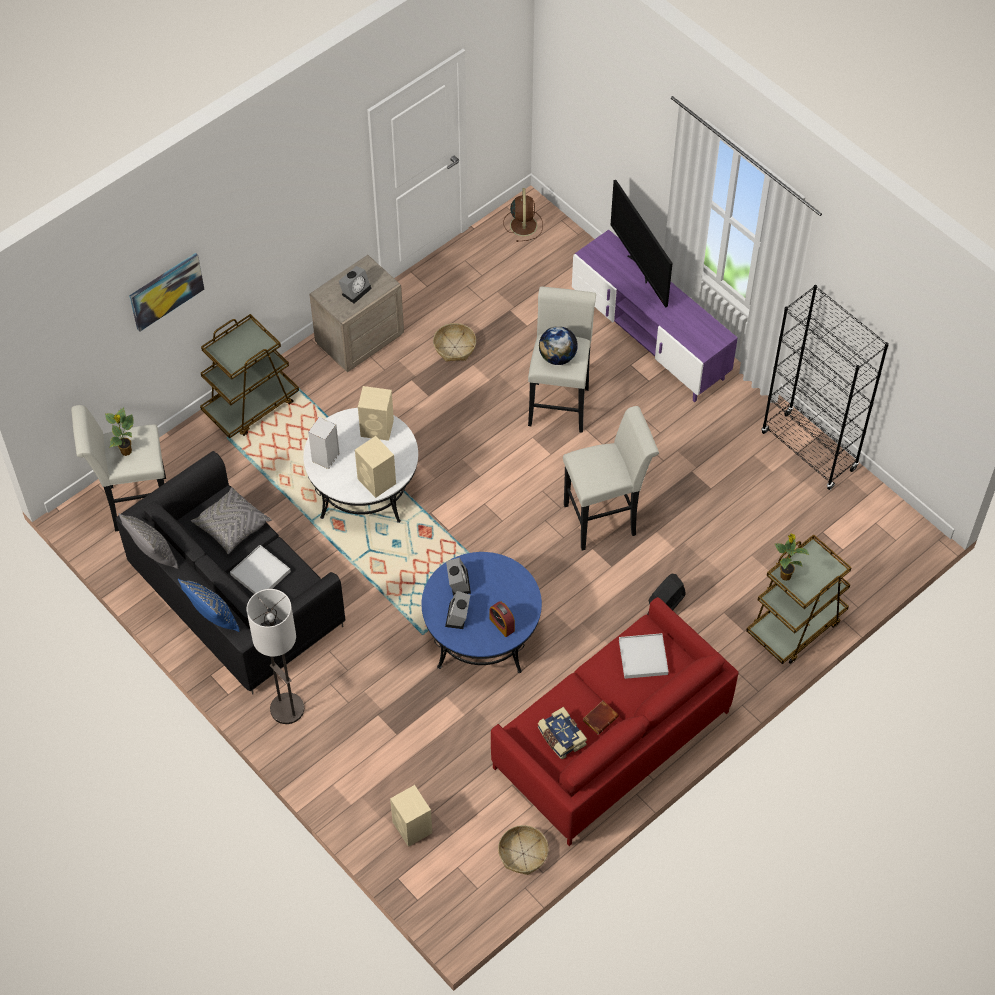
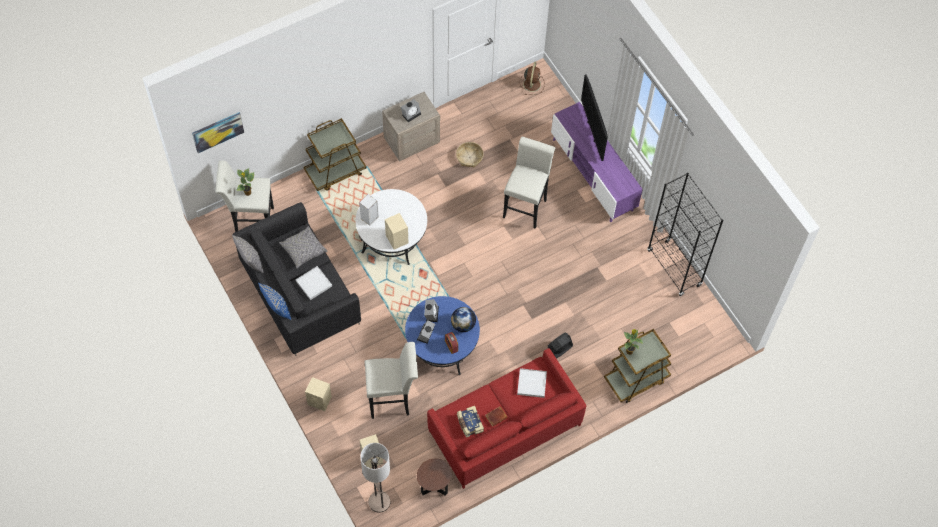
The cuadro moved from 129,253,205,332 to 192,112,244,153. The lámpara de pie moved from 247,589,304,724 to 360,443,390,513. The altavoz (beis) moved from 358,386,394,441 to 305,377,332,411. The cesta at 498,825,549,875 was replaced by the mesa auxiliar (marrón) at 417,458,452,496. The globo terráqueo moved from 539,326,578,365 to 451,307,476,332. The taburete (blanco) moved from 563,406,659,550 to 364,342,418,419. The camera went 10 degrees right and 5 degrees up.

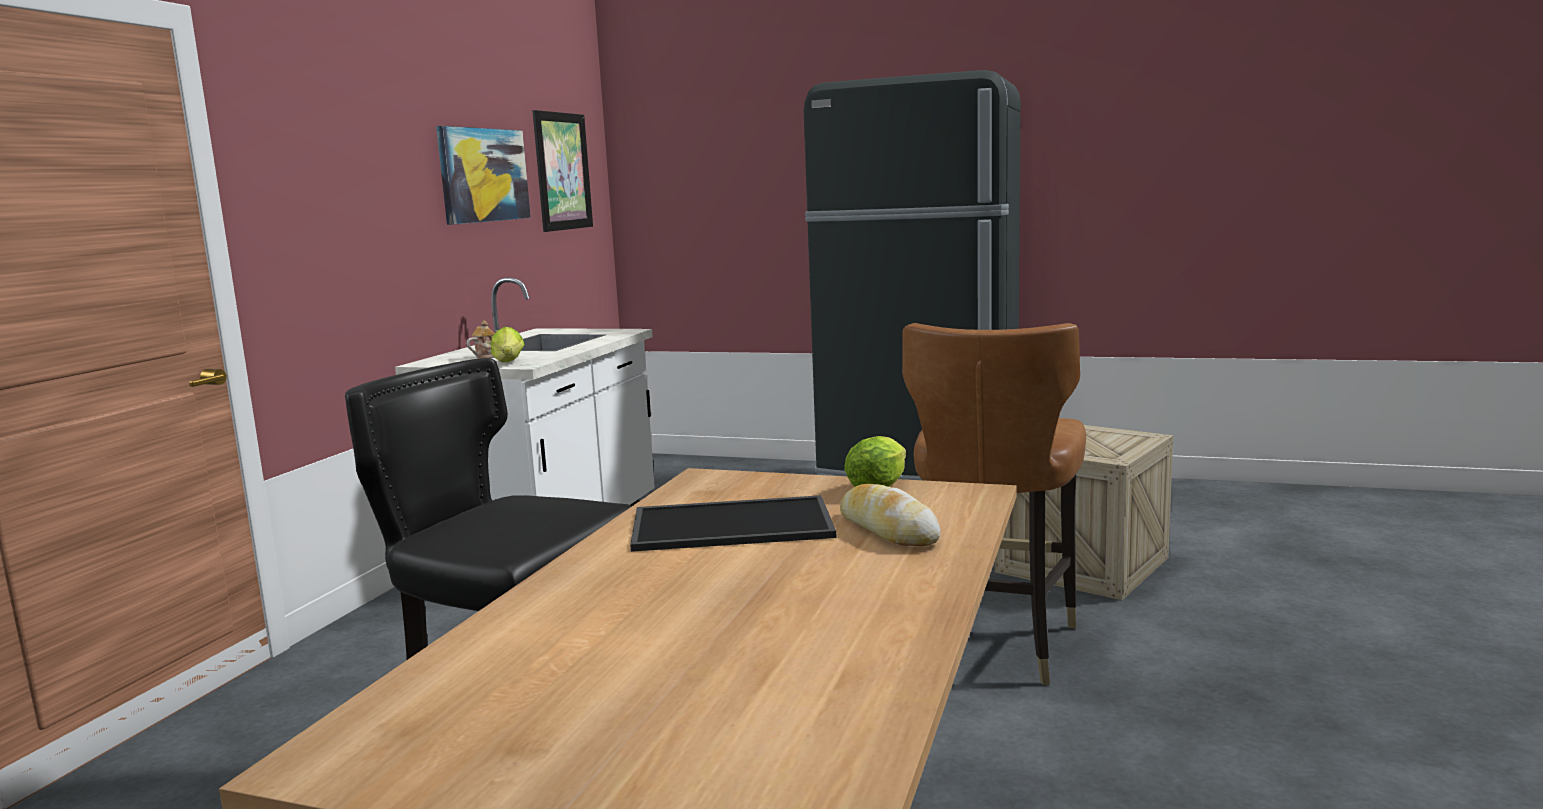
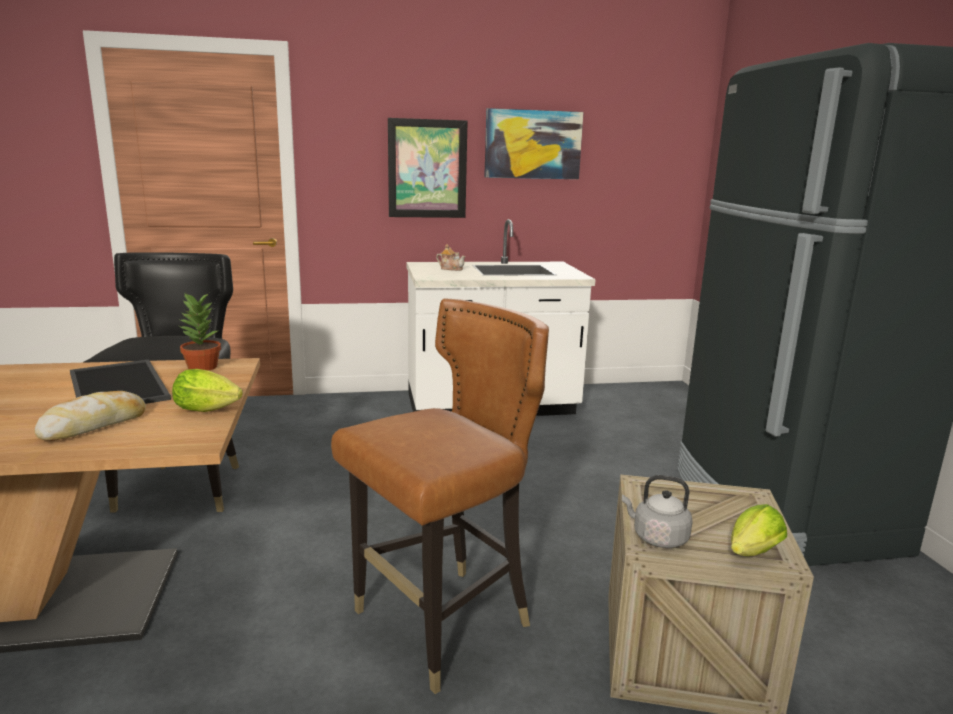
The lechuga moved from 491,327,525,363 to 731,504,787,556. The cuadro moved from 533,110,593,232 to 388,118,468,218. The silla (marrón) at 902,323,1086,685 turned 150 degrees clockwise. The planta en maceta at 178,293,221,371 appeared. The hervidor (gris) at 622,475,693,548 appeared. The camera went 60 degrees right and 5 degrees up.

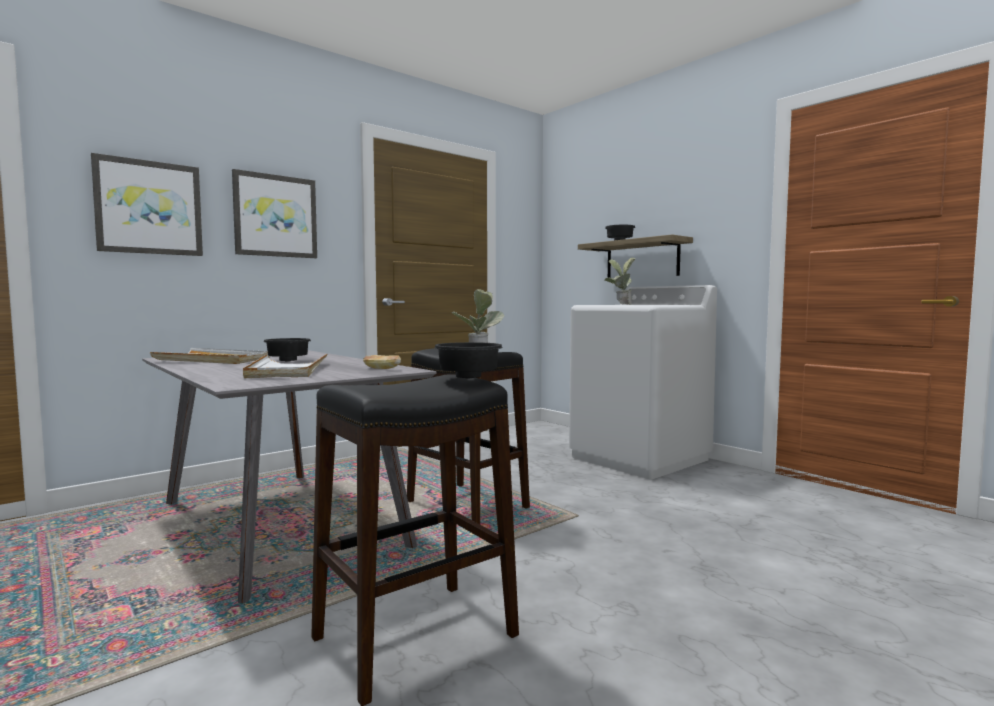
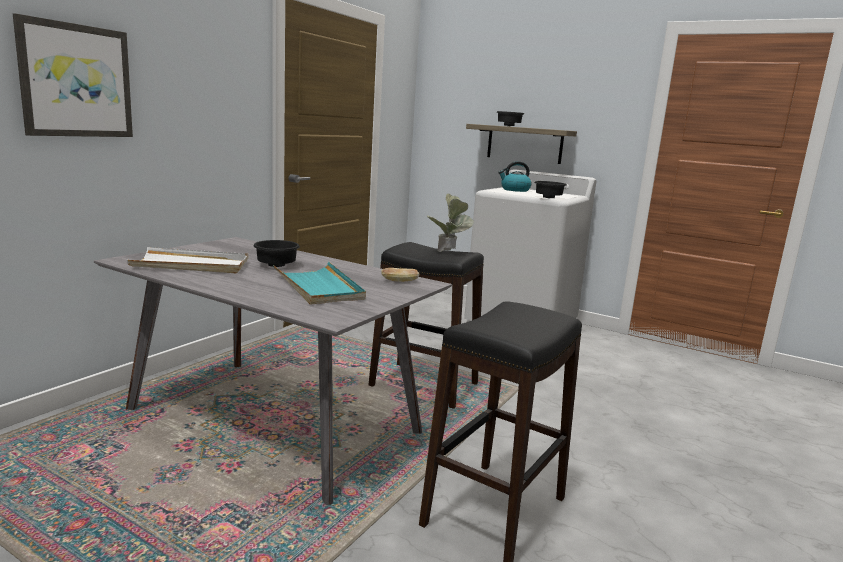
The cuadro at 232,169,317,258 disappeared. The bandeja (blanco) at 243,354,327,378 became the bandeja (turquesa) at 273,262,366,305. The cuenco (negro) moved from 434,342,503,378 to 534,181,567,198. The planta en maceta at 604,258,635,305 was replaced by the hervidor at 498,161,532,192. The camera went 20 degrees left and 10 degrees up.

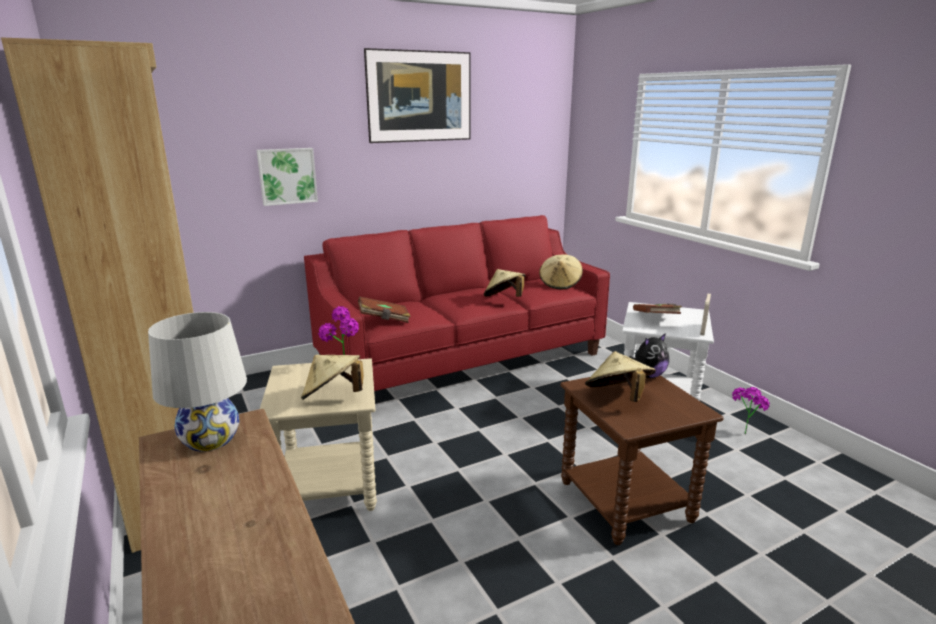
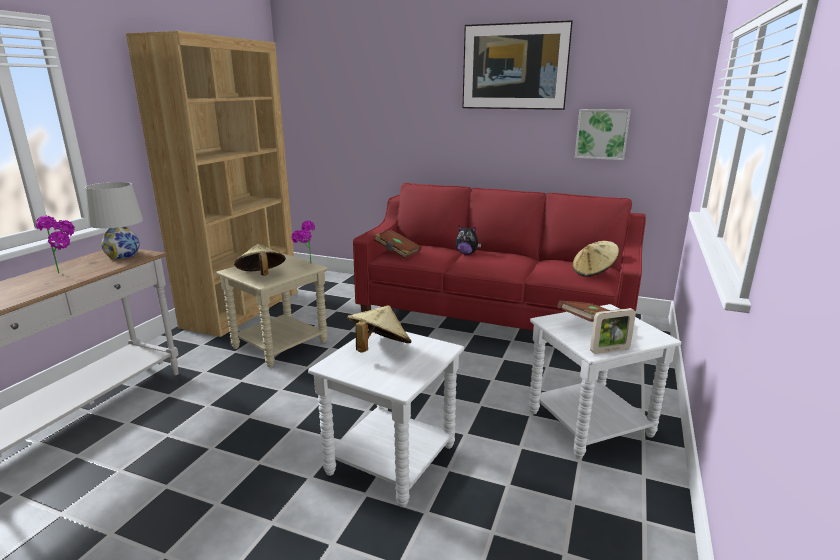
The cuadro moved from 257,148,318,206 to 575,109,631,160. The sombrero (beis) at 484,269,526,297 disappeared. The mesa auxiliar (marrón) at 560,375,723,545 became the mesa auxiliar (blanco) at 308,331,464,507. The peluche moved from 629,333,669,378 to 455,226,482,255. The planta en maceta moved from 732,387,770,435 to 36,216,75,273. The camera went 50 degrees right and 0 degrees up.

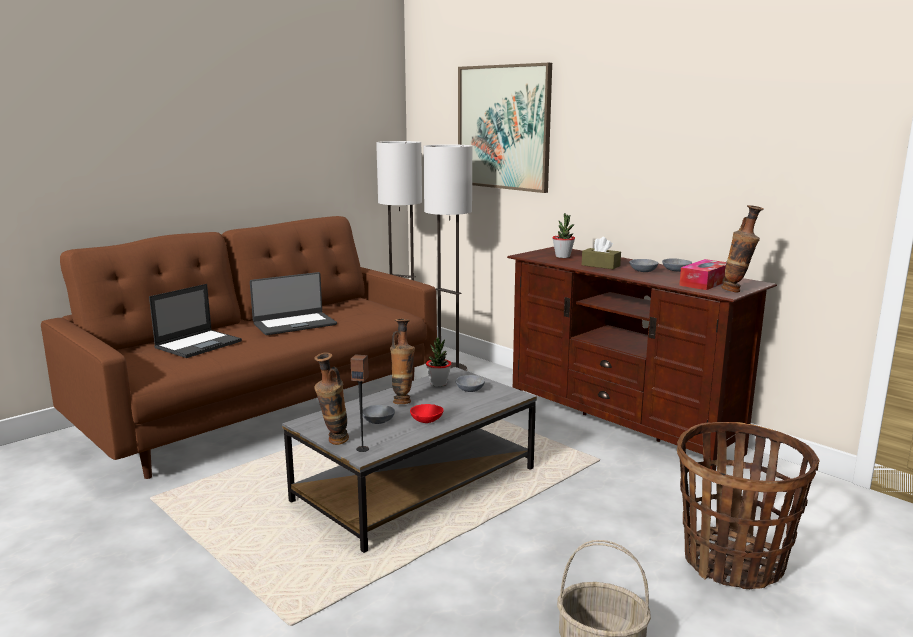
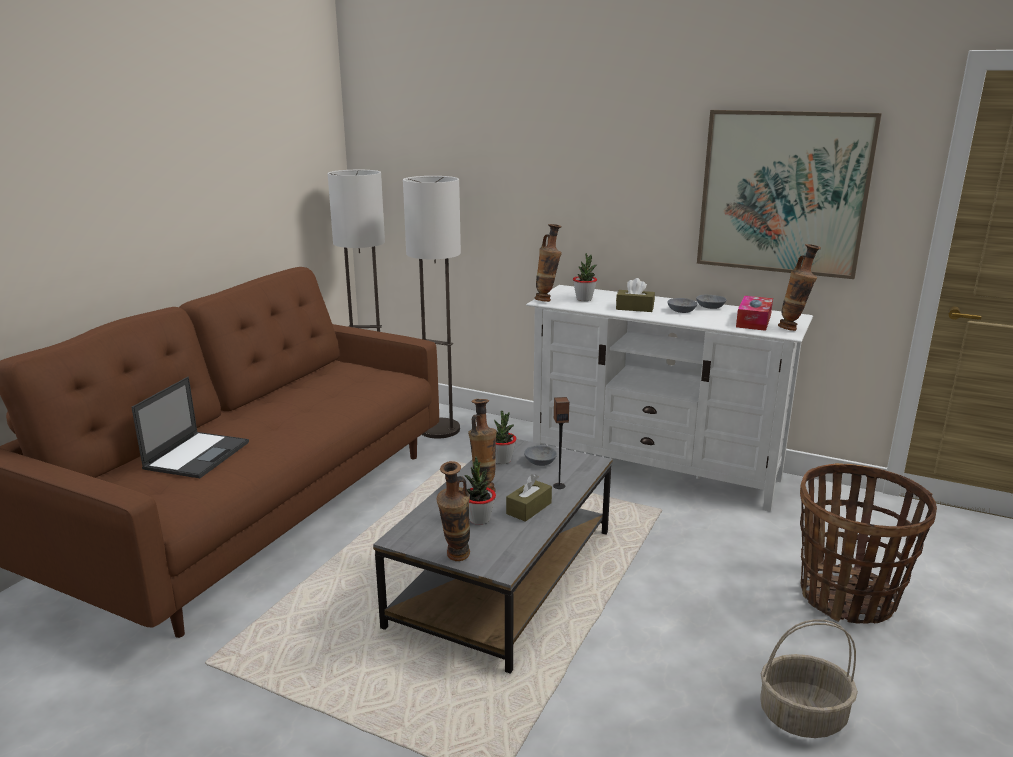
The portátil at 250,272,337,335 disappeared. The altavoz moved from 350,354,369,452 to 553,397,569,489. The cuenco (gris) at 362,405,395,424 was replaced by the planta en maceta at 464,457,496,525. The cuenco (rojo) at 410,404,444,423 was replaced by the caja de pañuelos (marrón) at 506,474,552,522. The cuadro moved from 458,63,552,193 to 697,110,882,279. The mueble de televisión (marrón) at 507,247,777,471 became the mueble de televisión (blanco) at 526,285,813,511. The florero at 535,224,562,302 appeared. The camera went 20 degrees left and 5 degrees up.

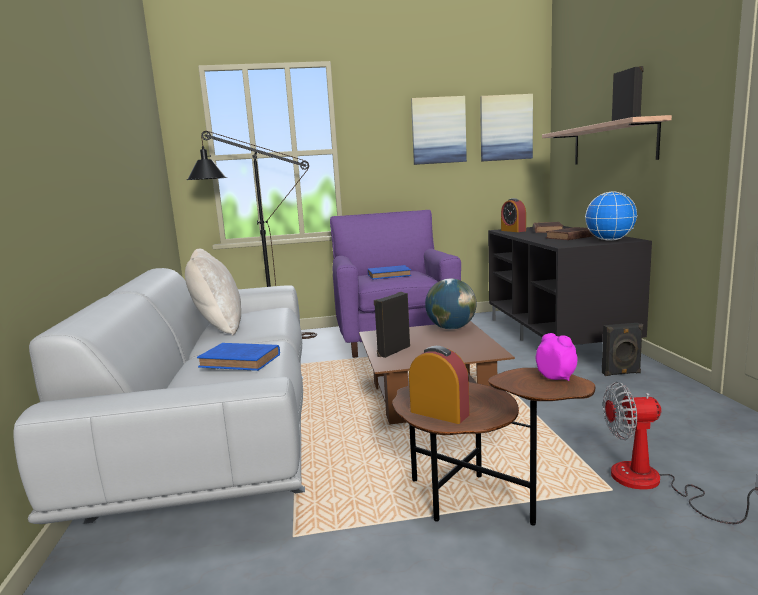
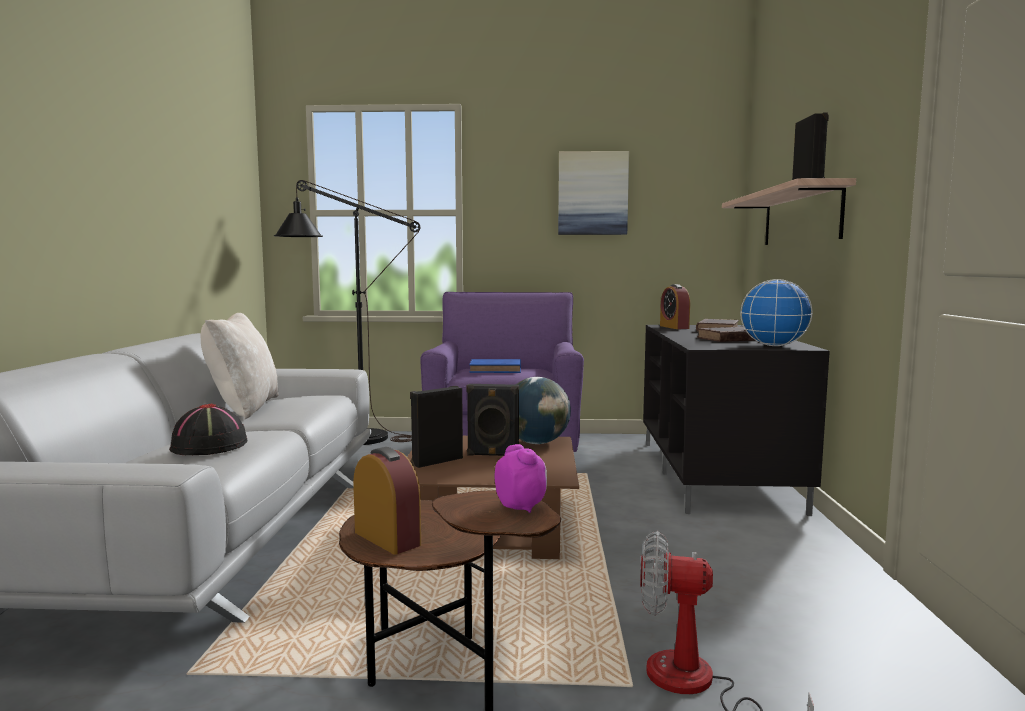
The libro (azul) at 197,343,280,371 was replaced by the sombrero (negro) at 169,404,247,455. The cuadro at 480,94,533,162 disappeared. The altavoz (negro) moved from 602,323,643,376 to 467,384,519,456. The camera went 10 degrees right and 5 degrees down.

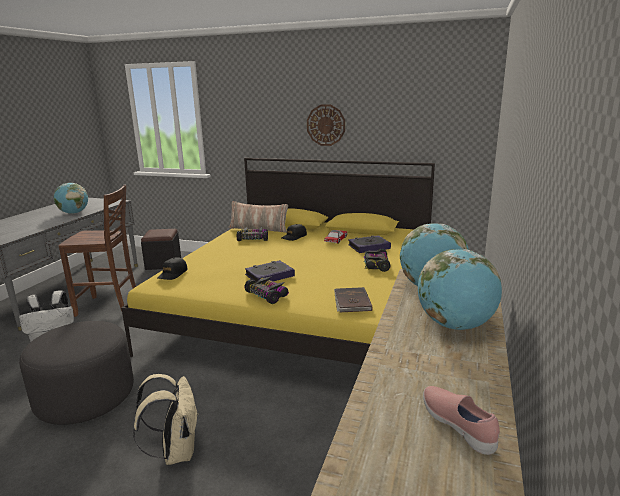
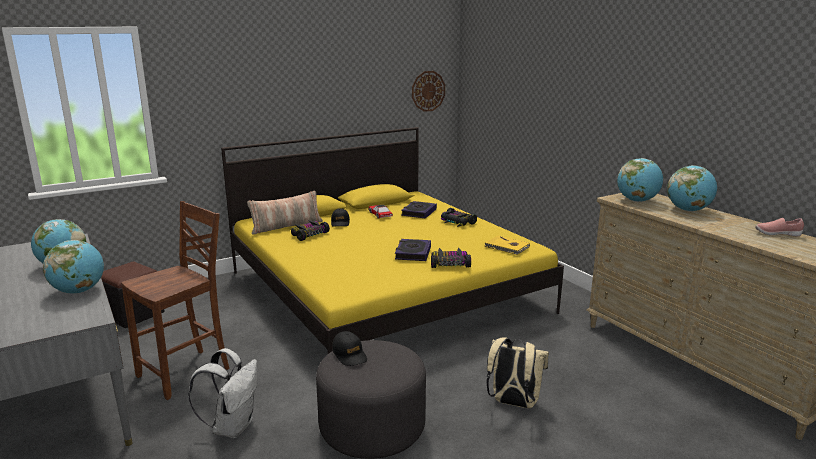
The gorra (negro) moved from 157,257,188,280 to 332,331,367,366. The reloj de pared moved from 307,104,345,146 to 412,71,445,112. The libro (marrón) at 334,287,373,312 became the libro (amarillo) at 484,235,530,255. The globo terráqueo at 43,240,104,294 appeared. The camera went 50 degrees left and 0 degrees up.

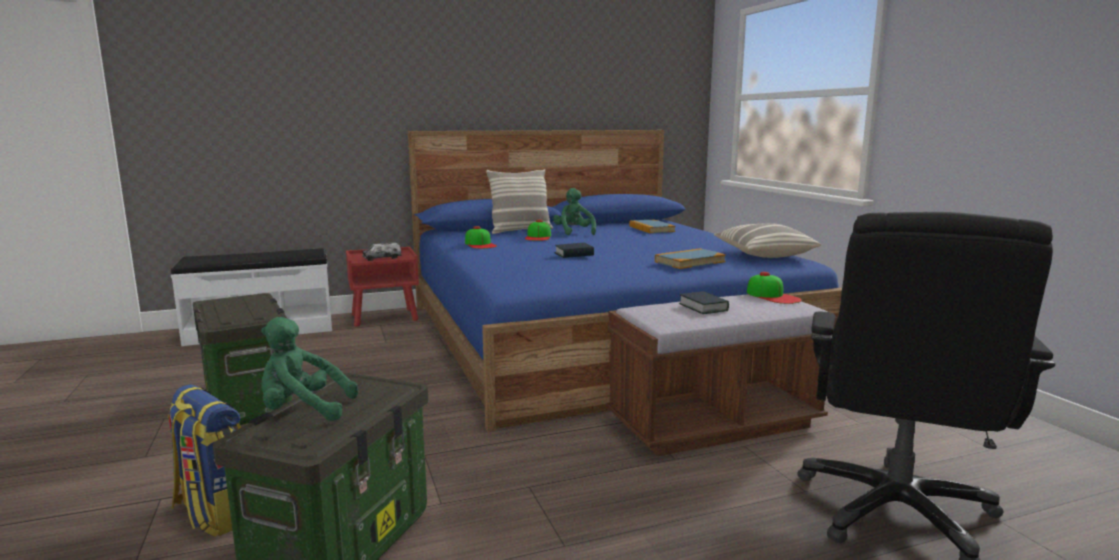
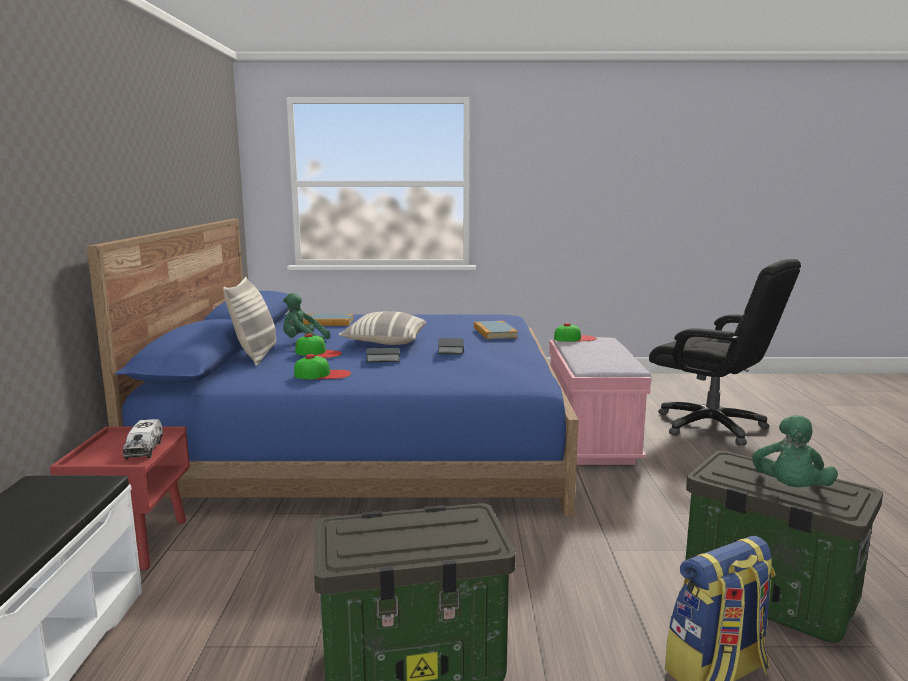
The banco (marrón) at 607,294,837,456 became the banco (rosa) at 549,337,651,465. The libro moved from 679,291,729,314 to 366,348,400,362. The cojín moved from 714,223,821,258 to 339,312,426,345. The camera went 70 degrees left and 0 degrees up.

